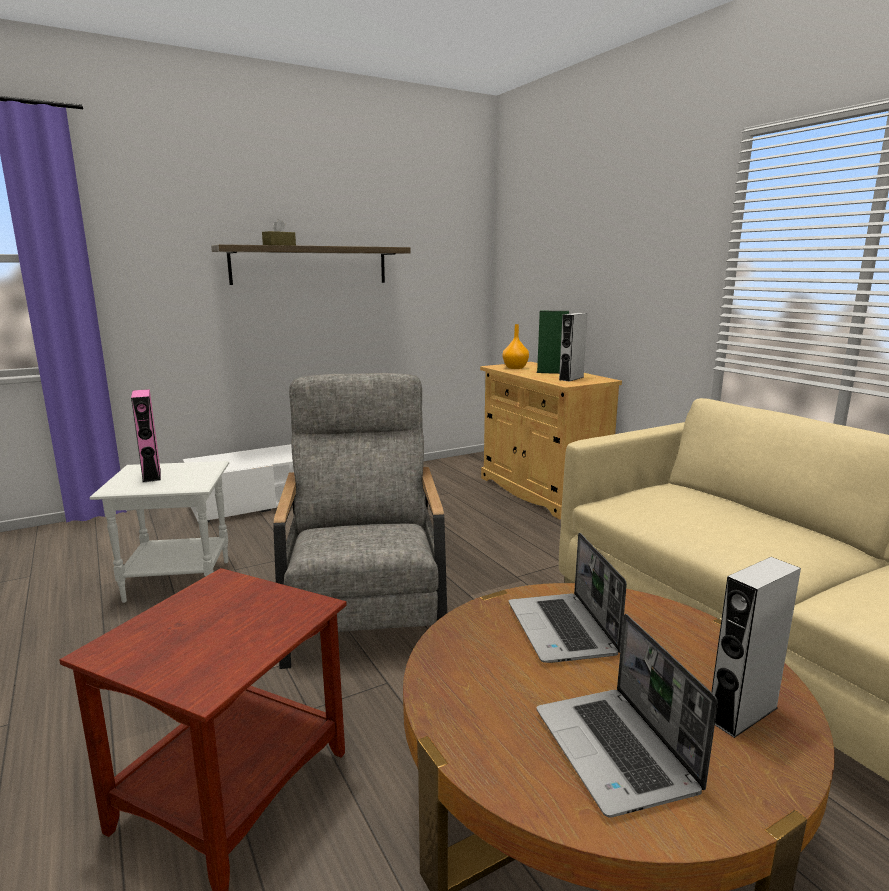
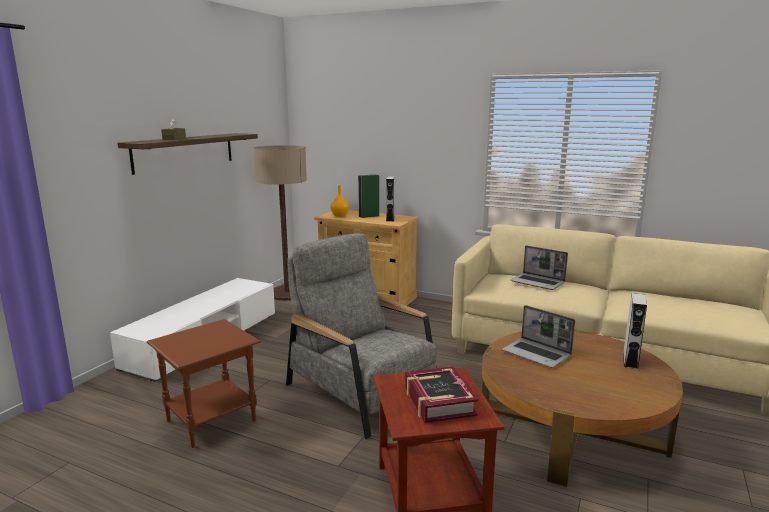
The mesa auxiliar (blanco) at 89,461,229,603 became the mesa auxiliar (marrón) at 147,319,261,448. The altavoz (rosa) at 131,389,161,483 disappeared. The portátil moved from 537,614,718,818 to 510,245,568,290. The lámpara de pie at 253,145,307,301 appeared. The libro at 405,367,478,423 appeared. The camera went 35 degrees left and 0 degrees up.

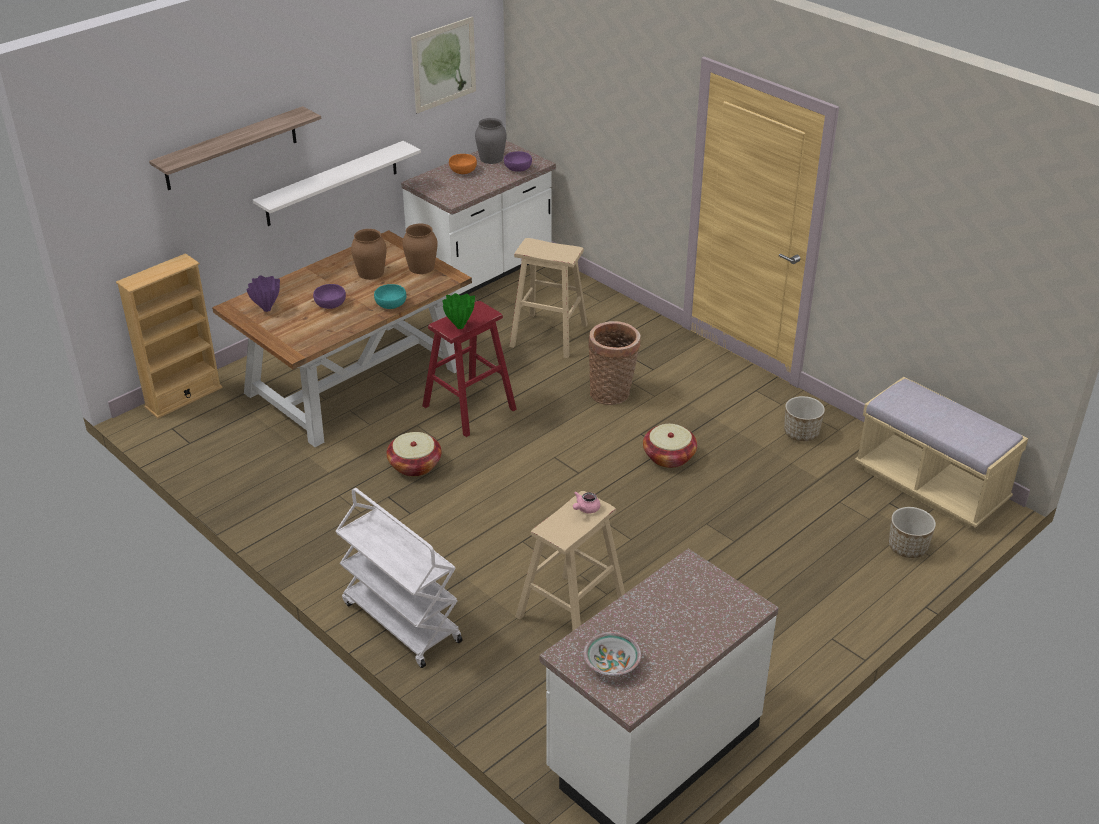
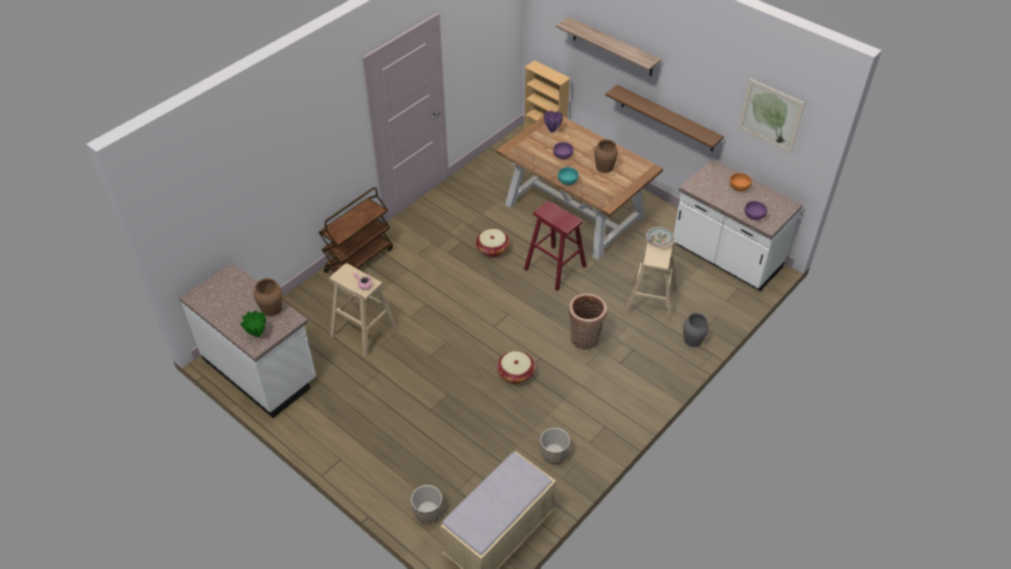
The estante (blanco) at 253,141,421,226 became the estante (marrón) at 605,85,724,151. The carrito (blanco) at 336,488,463,668 became the carrito (marrón) at 318,187,393,273. The florero (marrón) moved from 402,223,438,274 to 254,278,282,316. The florero (verde) moved from 443,293,475,329 to 240,311,266,337. The florero (gris) moved from 475,118,507,164 to 683,313,709,347. The cuenco moved from 584,632,641,676 to 646,227,674,247. The camera went 85 degrees right and 10 degrees up.

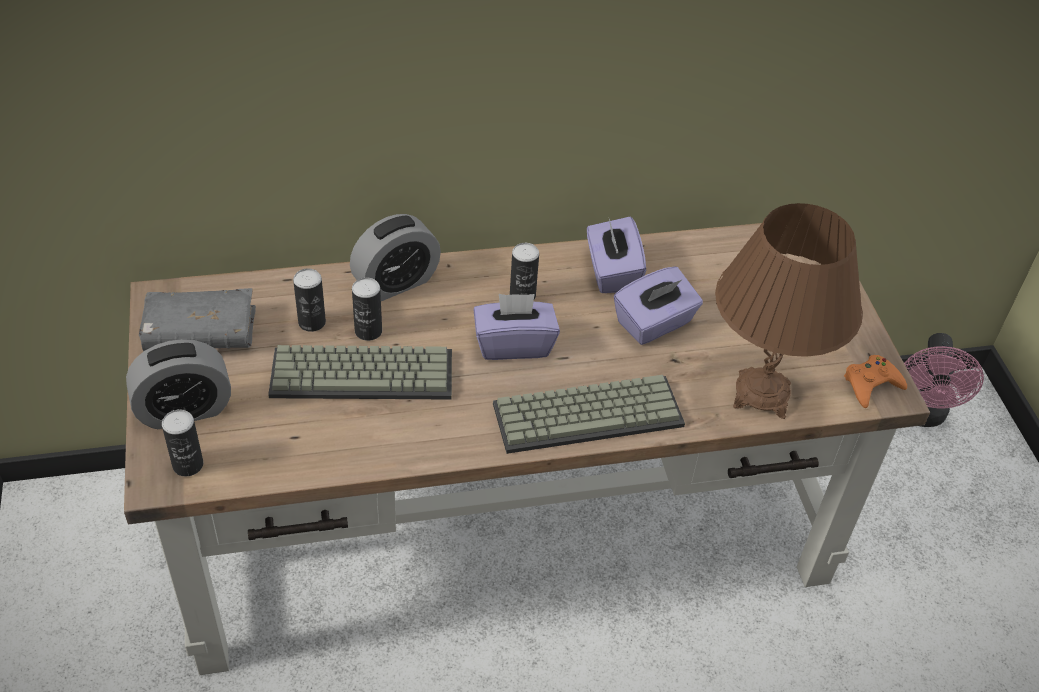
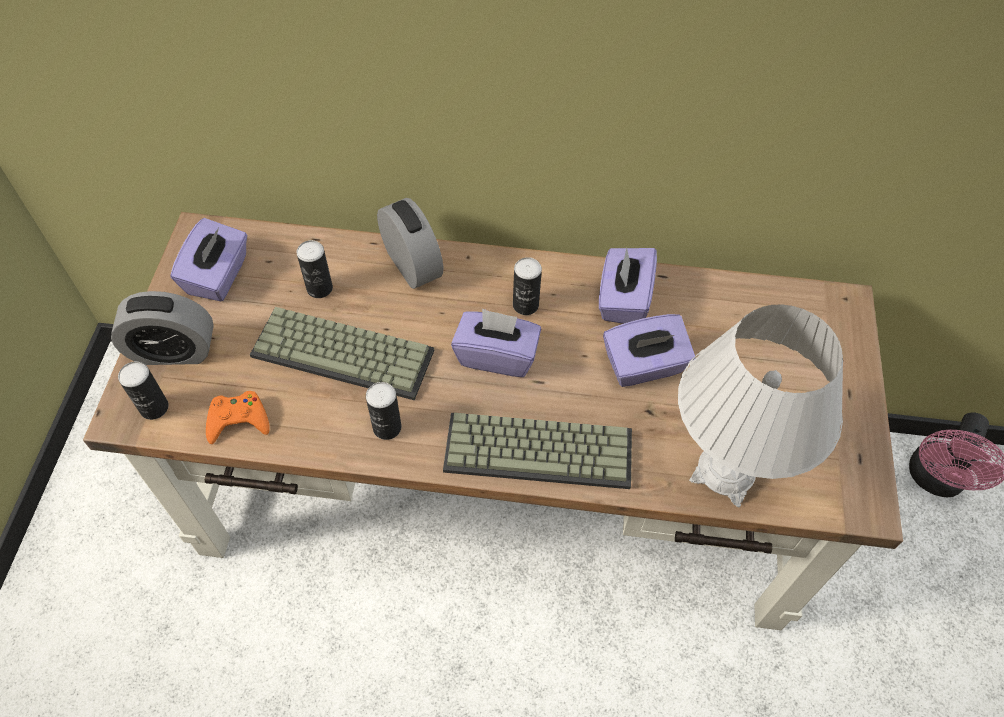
The libro (gris) at 139,288,256,352 was replaced by the caja de pañuelos (morado) at 170,218,248,301. The despertador at 350,214,441,301 turned 105 degrees counterclockwise. The lata moved from 352,277,382,341 to 366,382,402,440. The lámpara de mesa (marrón) at 715,203,863,419 became the lámpara de mesa (blanco) at 678,304,843,507. The mando de consola (naranja) moved from 844,355,907,408 to 206,391,270,444. The camera went 20 degrees right and 10 degrees up.

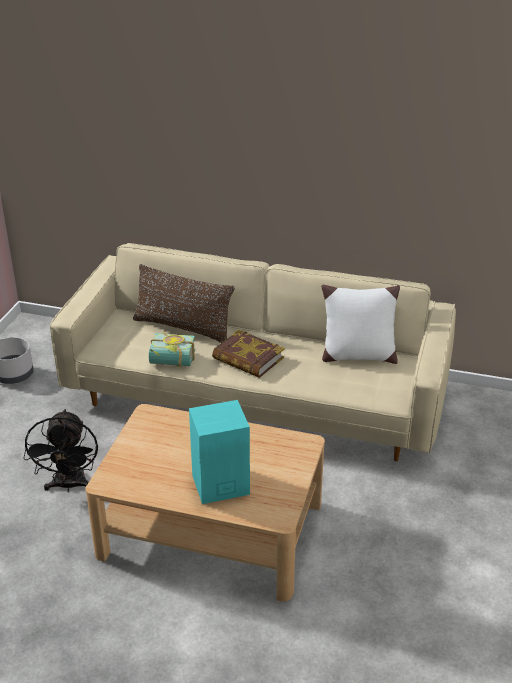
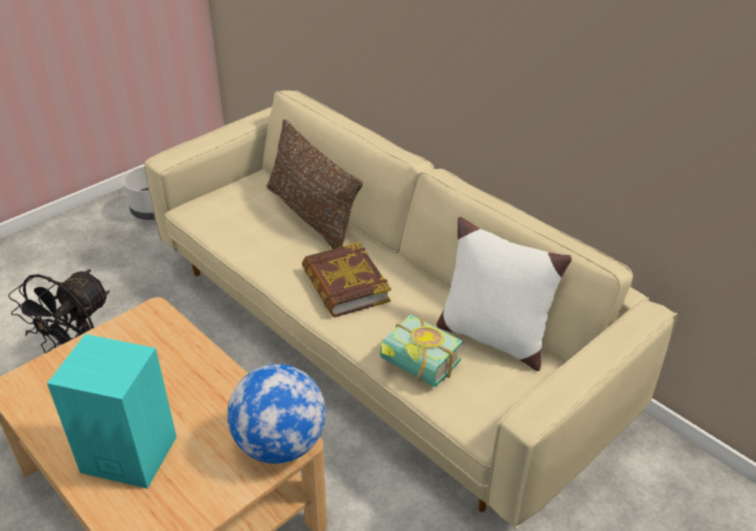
The libro moved from 149,332,195,367 to 380,314,463,387. The globo terráqueo at 227,364,326,464 appeared. The camera went 30 degrees right and 5 degrees up.

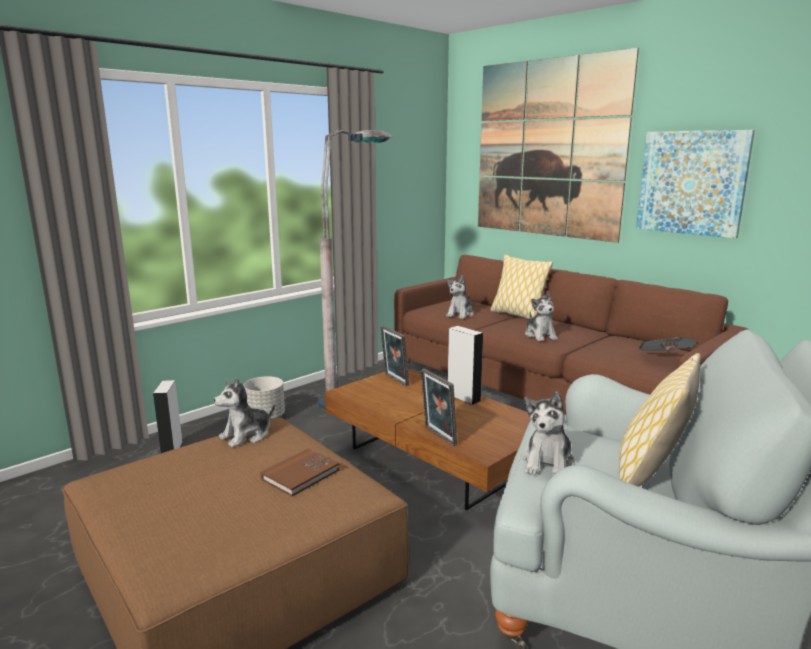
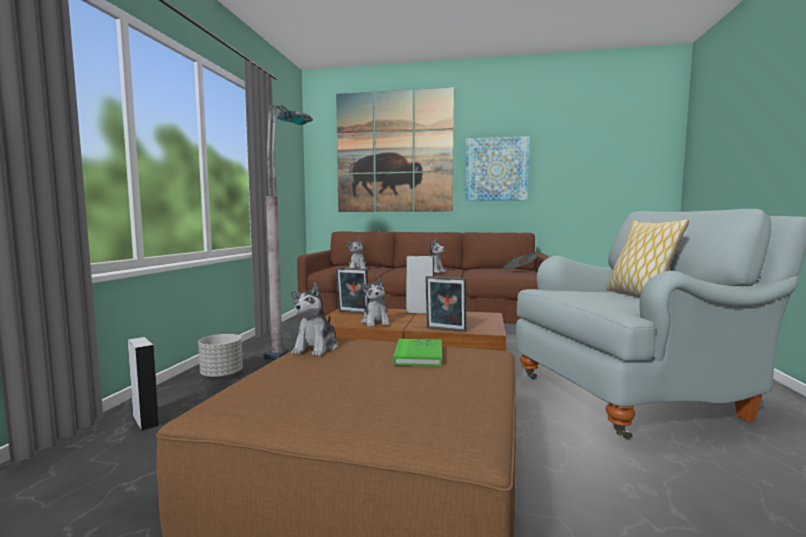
The libro (marrón) at 260,449,340,496 became the libro (verde) at 393,339,442,367. The cojín at 490,254,553,320 disappeared. The peluche moved from 523,392,575,476 to 361,277,390,327. The camera went 35 degrees left and 10 degrees down.

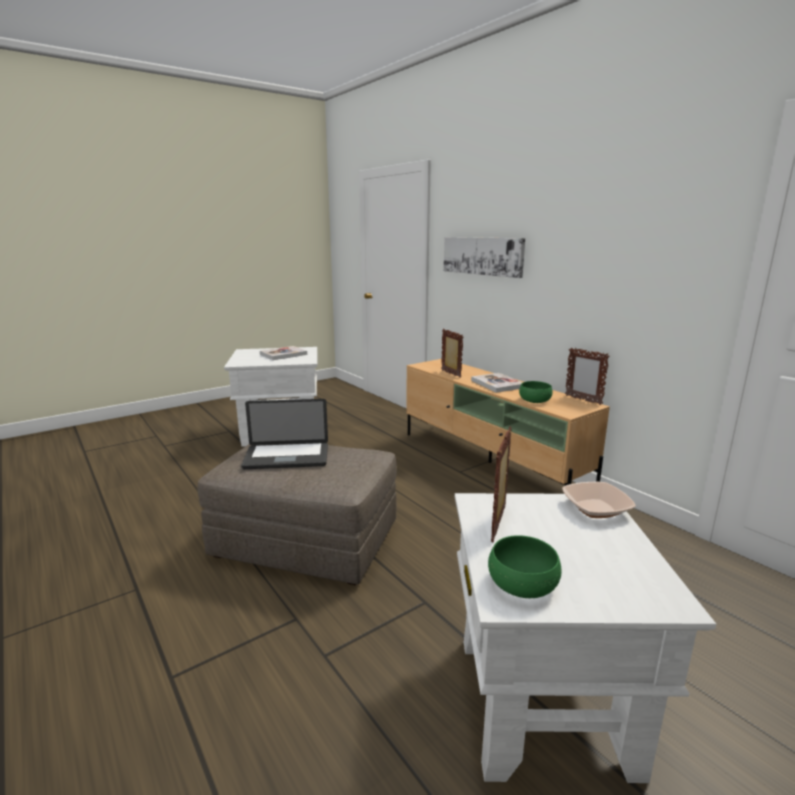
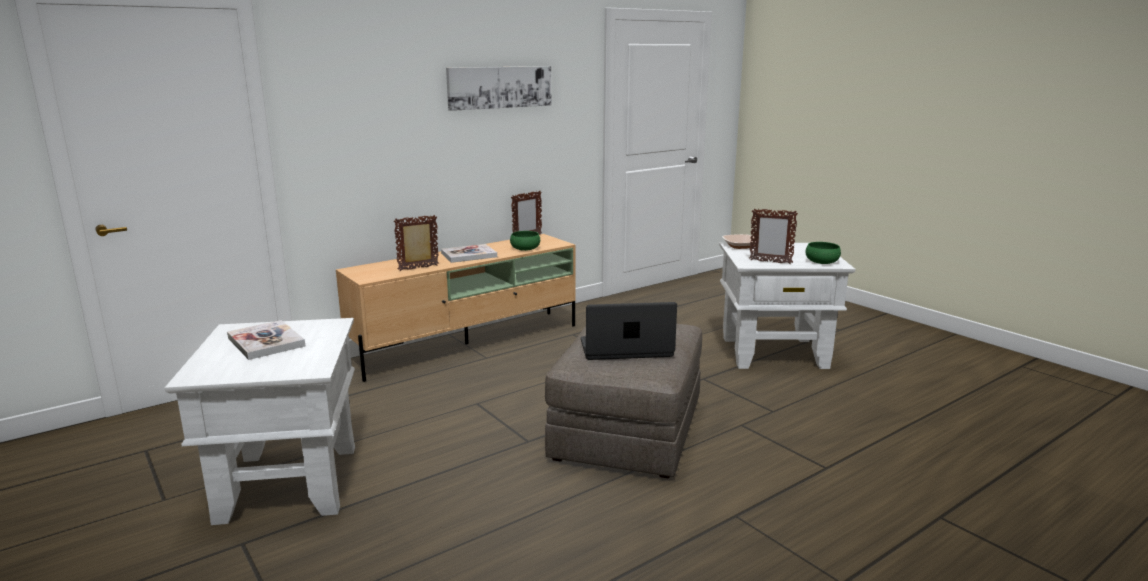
The portátil at 241,399,328,469 turned 90 degrees counterclockwise. The cuadro moved from 444,237,525,278 to 446,66,551,111. The camera went 90 degrees left and 0 degrees up.

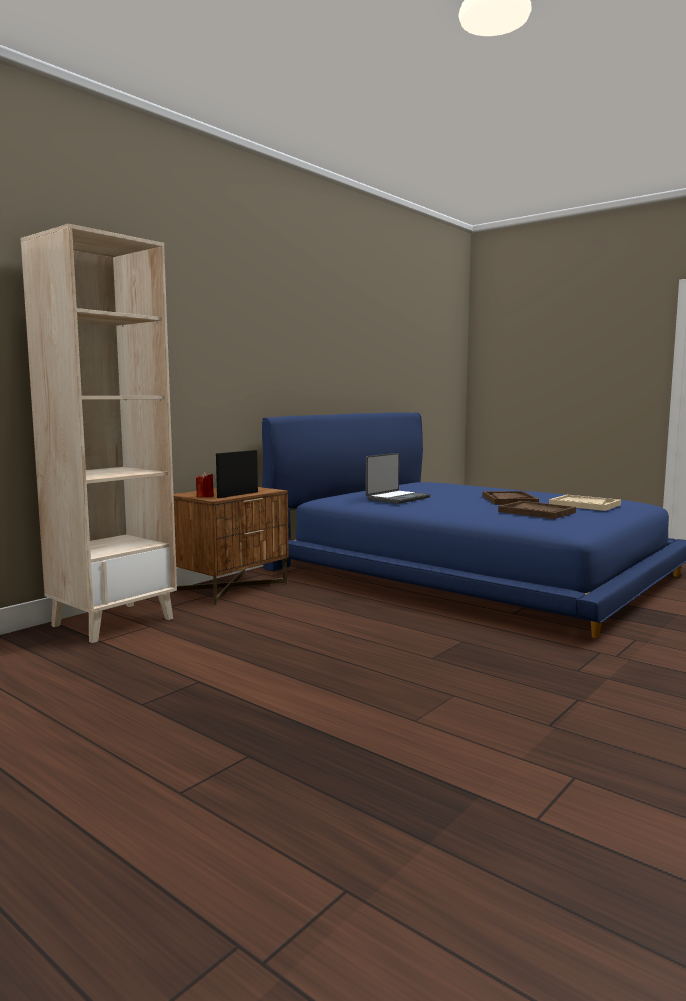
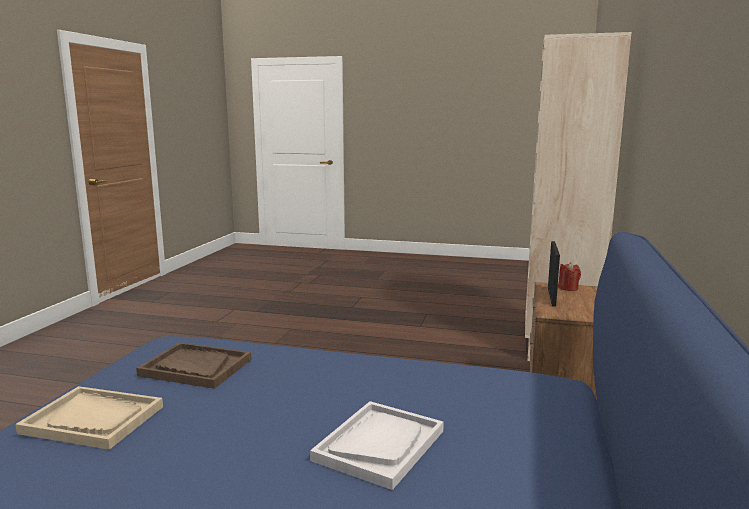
The portátil at 366,453,430,504 disappeared. The bandeja (marrón) at 483,491,539,505 disappeared. The bandeja (blanco) at 310,401,444,490 appeared. The camera went 155 degrees right and 5 degrees up.

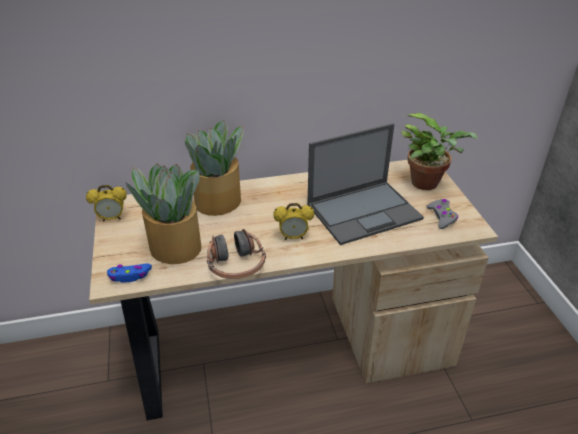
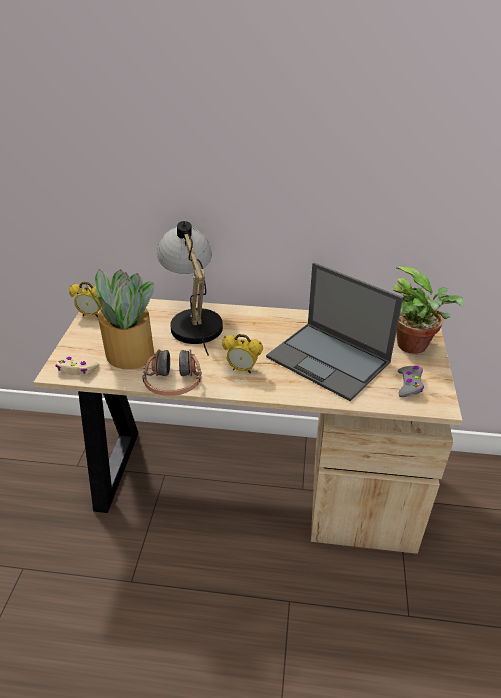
The mando de consola (azul) at 107,263,152,283 became the mando de consola (beis) at 56,357,99,375. The planta en maceta at 185,120,244,216 was replaced by the lámpara de mesa at 157,221,223,355. The portátil at 307,123,424,245 turned 45 degrees clockwise. The camera went 20 degrees right and 0 degrees up.

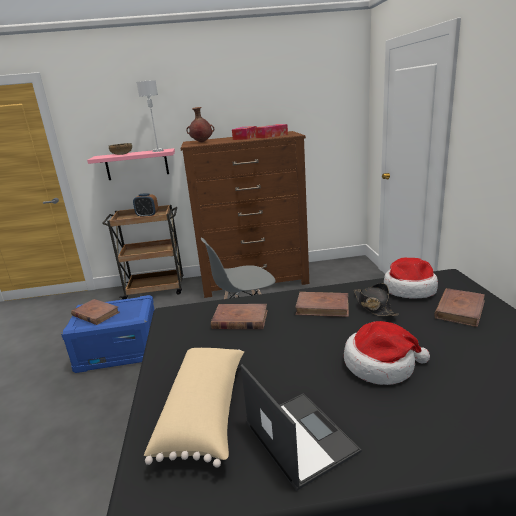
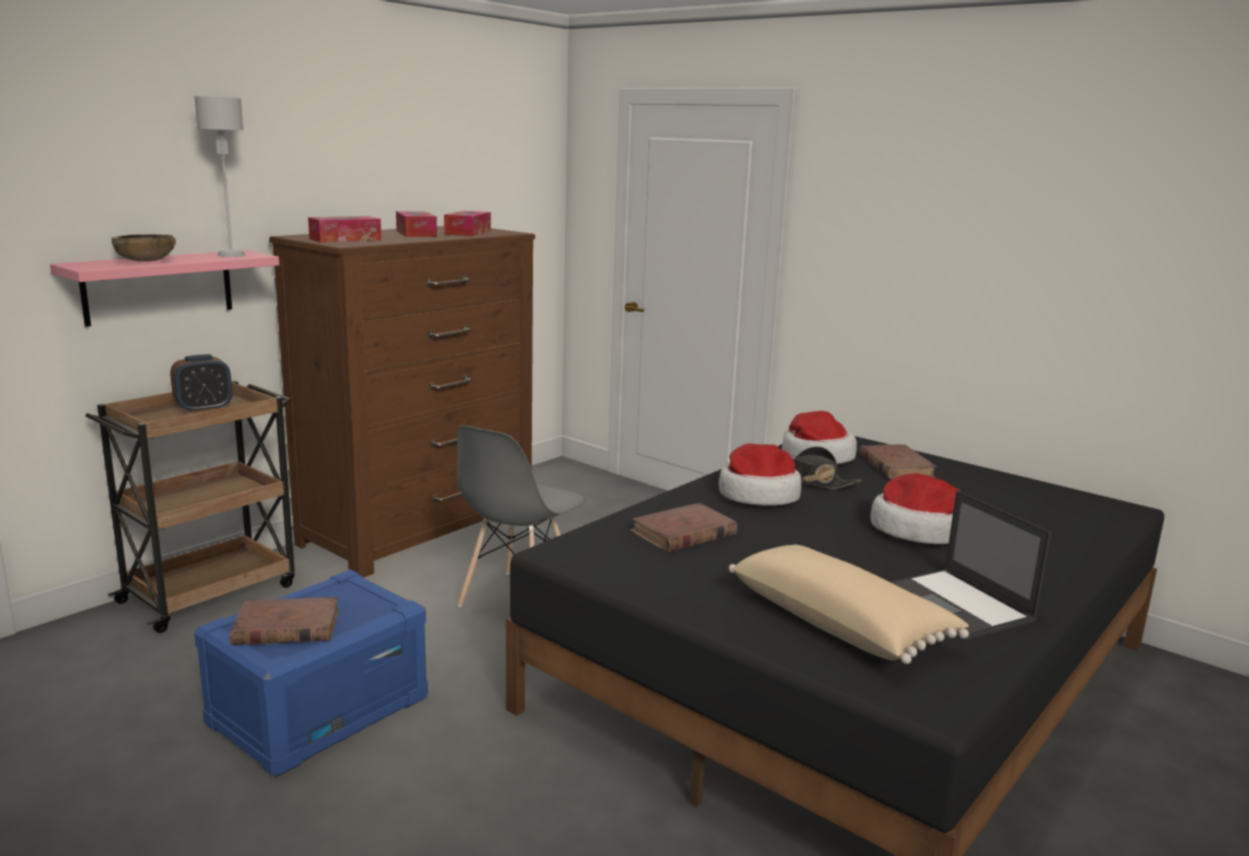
The florero (marrón) at 186,107,214,142 was replaced by the caja de pañuelos at 308,216,381,243. The portátil at 241,364,361,491 turned 135 degrees counterclockwise. The libro (marrón) at 295,292,349,317 was replaced by the sombrero at 719,443,802,506. The camera went 45 degrees left and 5 degrees down.

